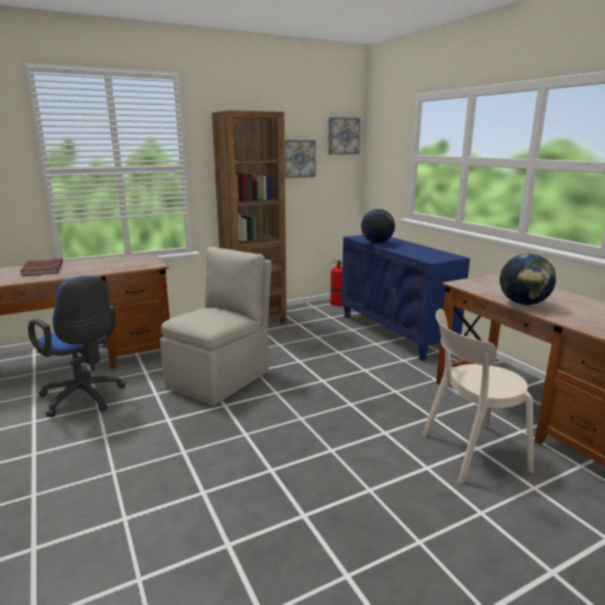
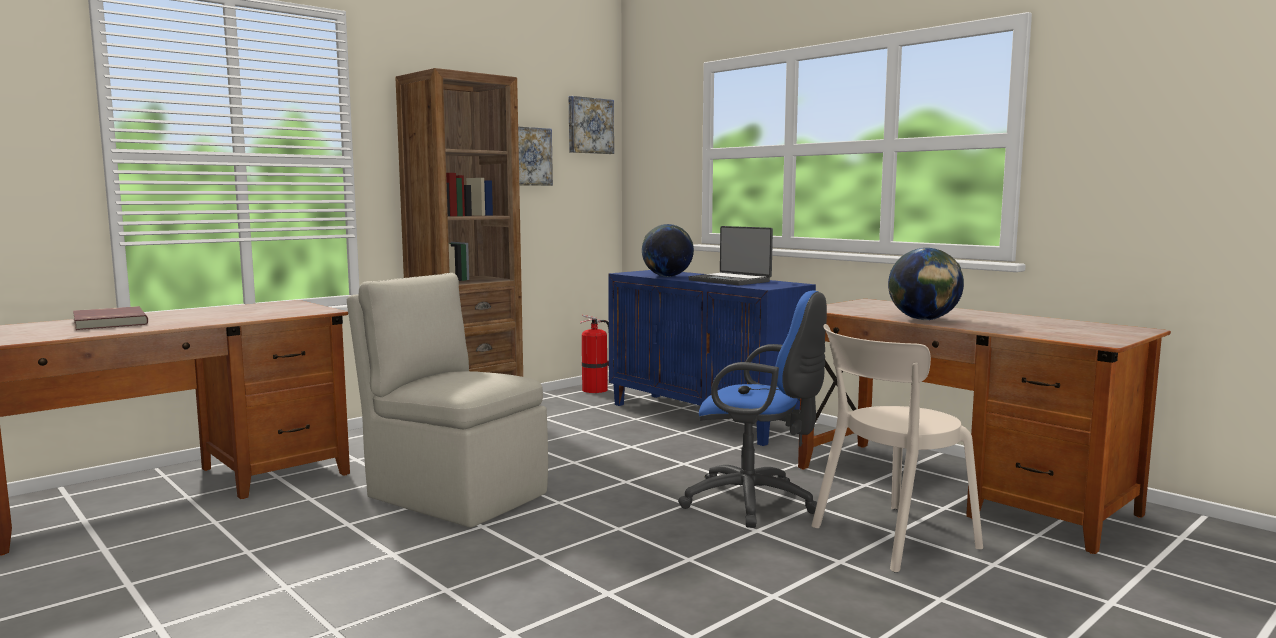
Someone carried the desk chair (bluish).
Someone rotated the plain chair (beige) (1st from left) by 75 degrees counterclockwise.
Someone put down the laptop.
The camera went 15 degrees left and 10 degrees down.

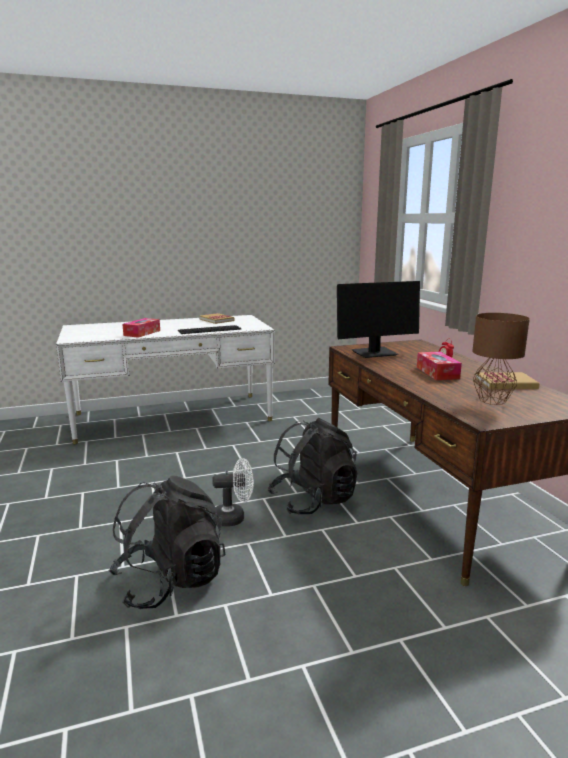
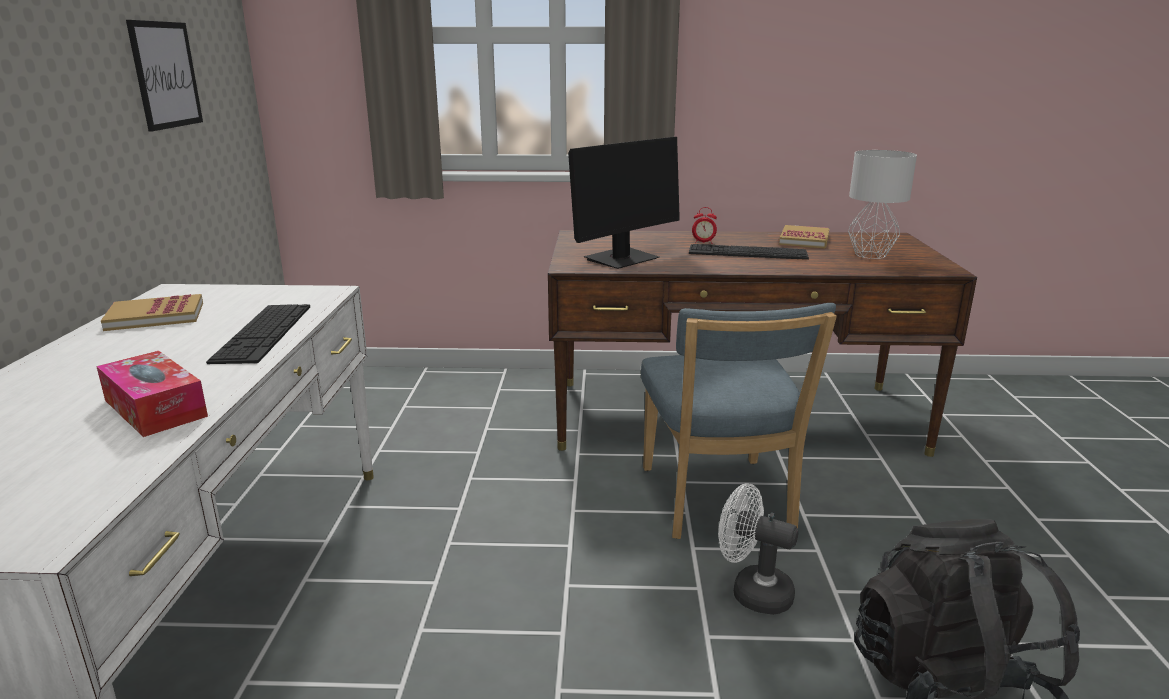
Someone rotated the cooling fan (white-coloured) by 75 degrees counterclockwise.
Someone swapped the rucksack (blackish) (2nd from left) for the plain chair (bluish).
Someone rotated the computer screen by 45 degrees clockwise.
Someone swapped the tissue holder (2nd from left) for the keyboard (2nd from left).
Someone repainted the lamp for a table (brown), which became the lamp for a table (grey).
Someone put up the wall picture.
The camera went 70 degrees left and 5 degrees up.

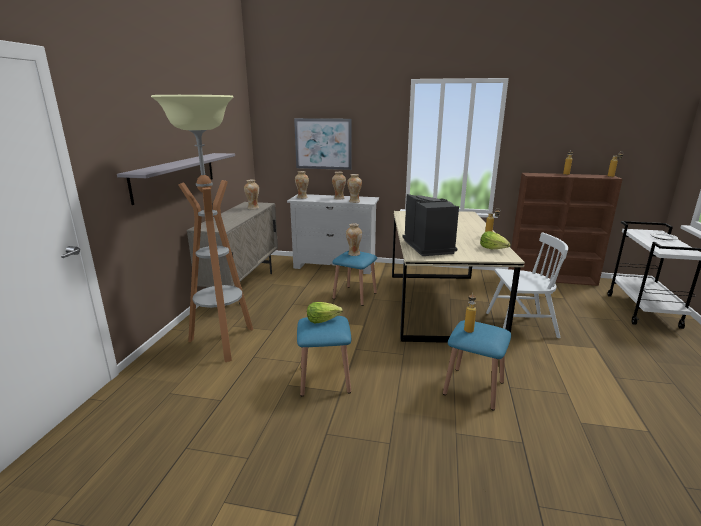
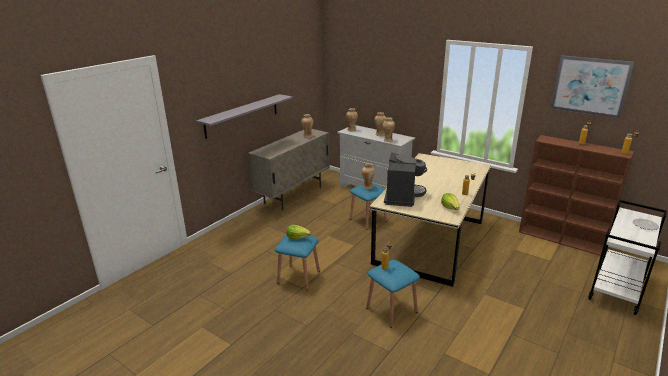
Someone took away the standing lamp.
Someone carried the wall picture.
Someone took away the plain chair (white-coloured).
The camera went 25 degrees right and 5 degrees up.

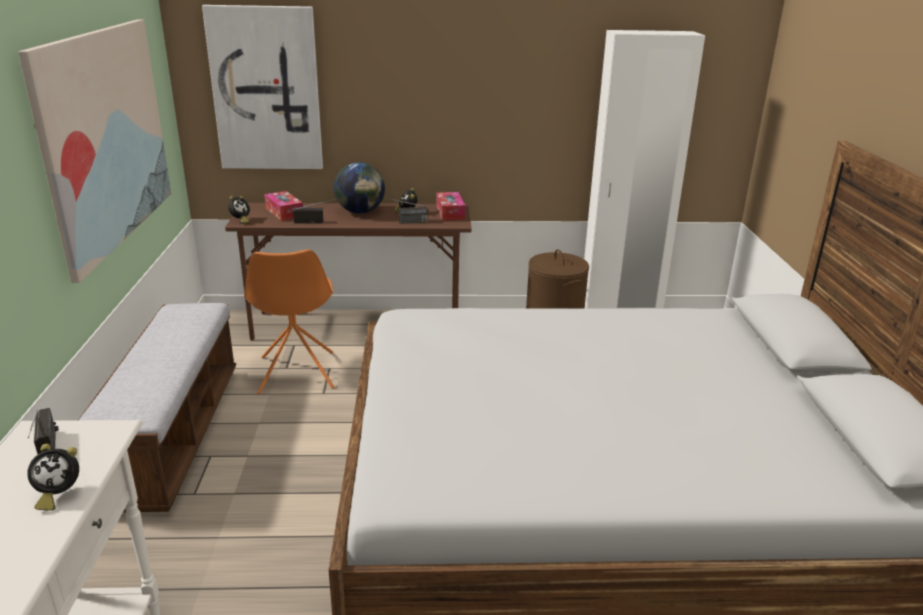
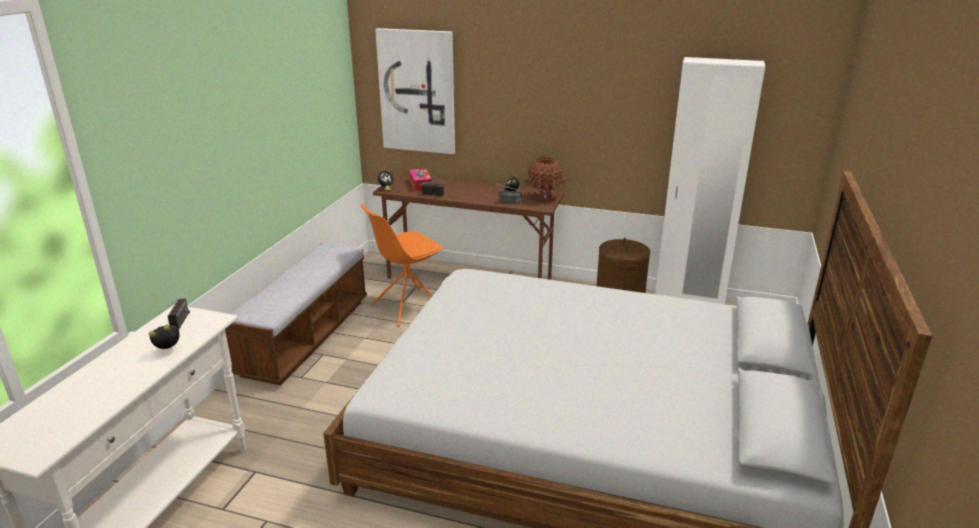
Someone took away the wall picture (1st from left).
Someone rotated the bedside clock (1st from left) by 150 degrees clockwise.
Someone rotated the plain chair (orange-coloured) by 45 degrees clockwise.
Someone took away the desk globe.
Someone swapped the tissue holder (2nd from left) for the flower vase (brown).
The camera went 20 degrees right and 0 degrees up.

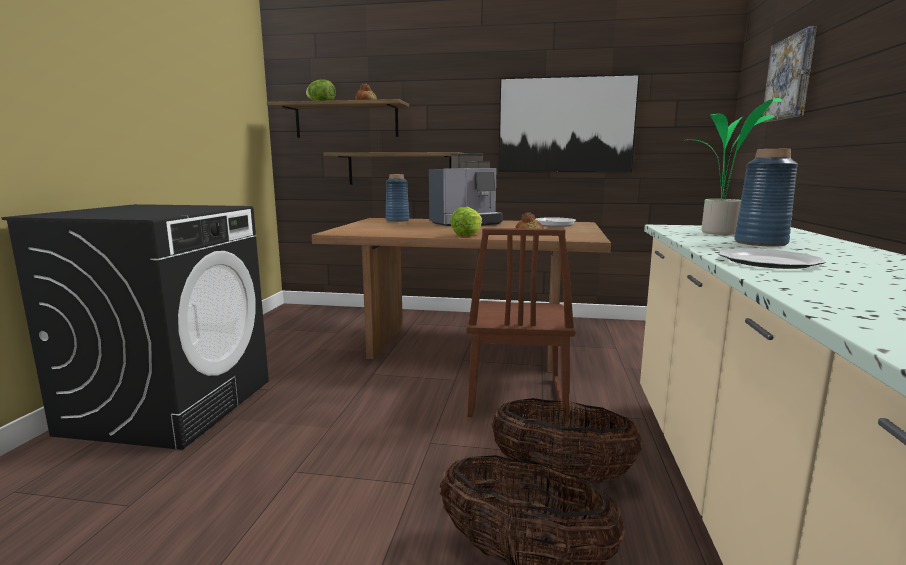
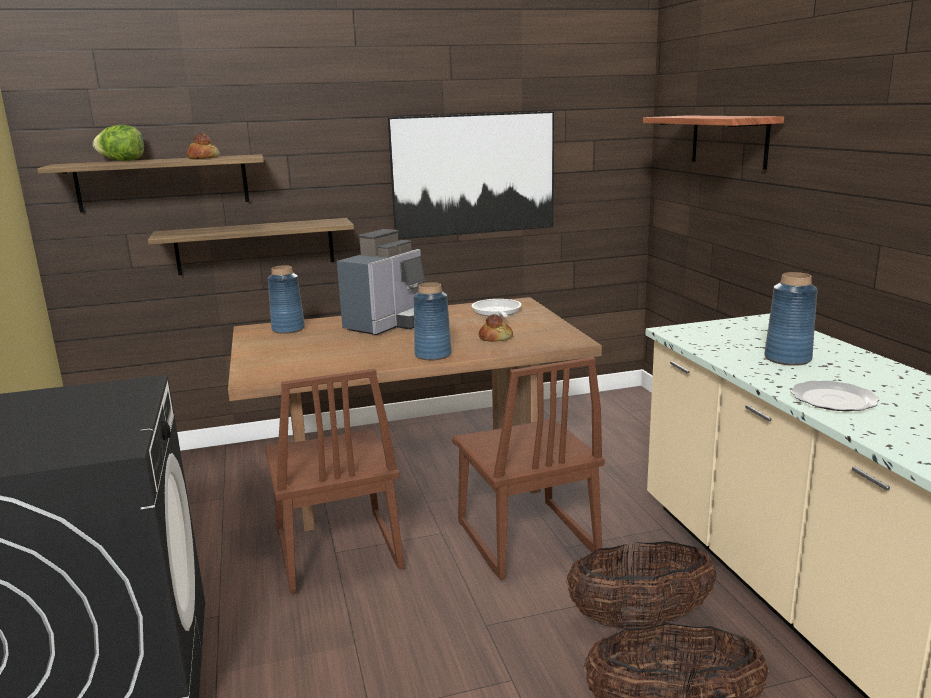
Someone swapped the lettuce (2nd from left) for the flower vase (bluish) (2nd from left).
Someone took away the houseplant.
Someone swapped the wall picture (2nd from left) for the shelf (3rd from left).
Someone put down the plain chair (brown) (1st from left).
The camera went 25 degrees left and 5 degrees up.

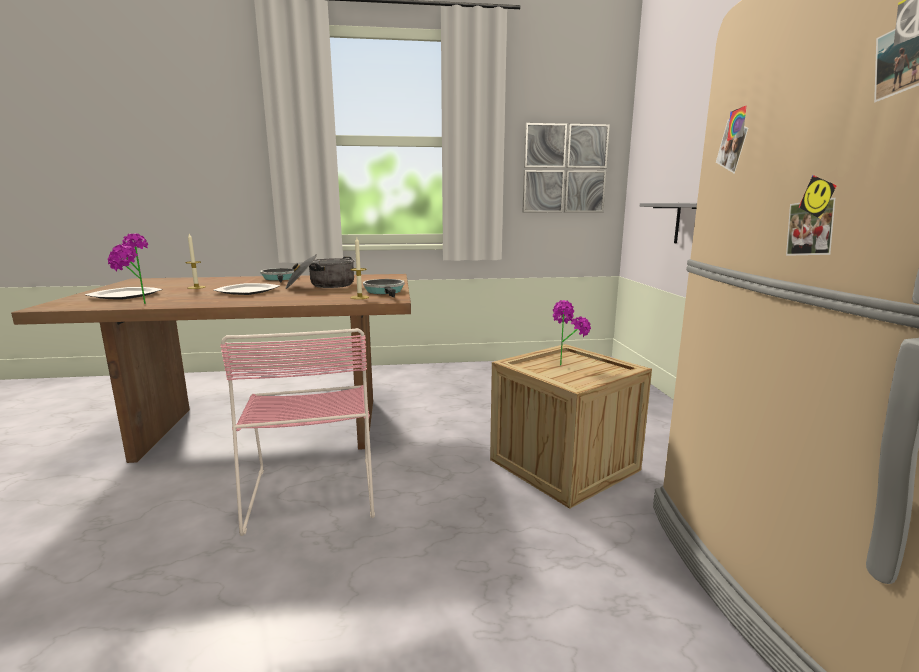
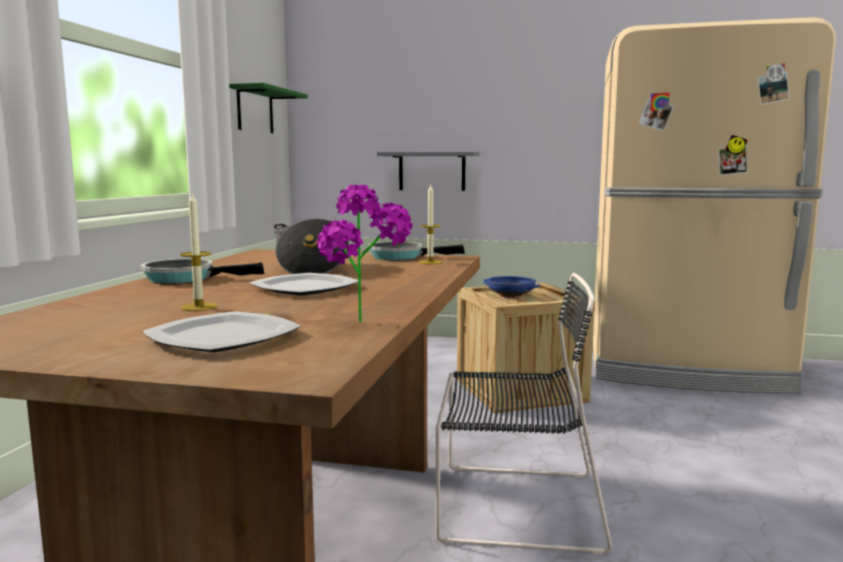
Someone repainted the plain chair (pink-coloured), which became the plain chair (blackish).
Someone swapped the wall picture for the shelf (green-coloured).
Someone swapped the houseplant (2nd from left) for the serving bowl (bluish).
The camera went 70 degrees left and 5 degrees down.

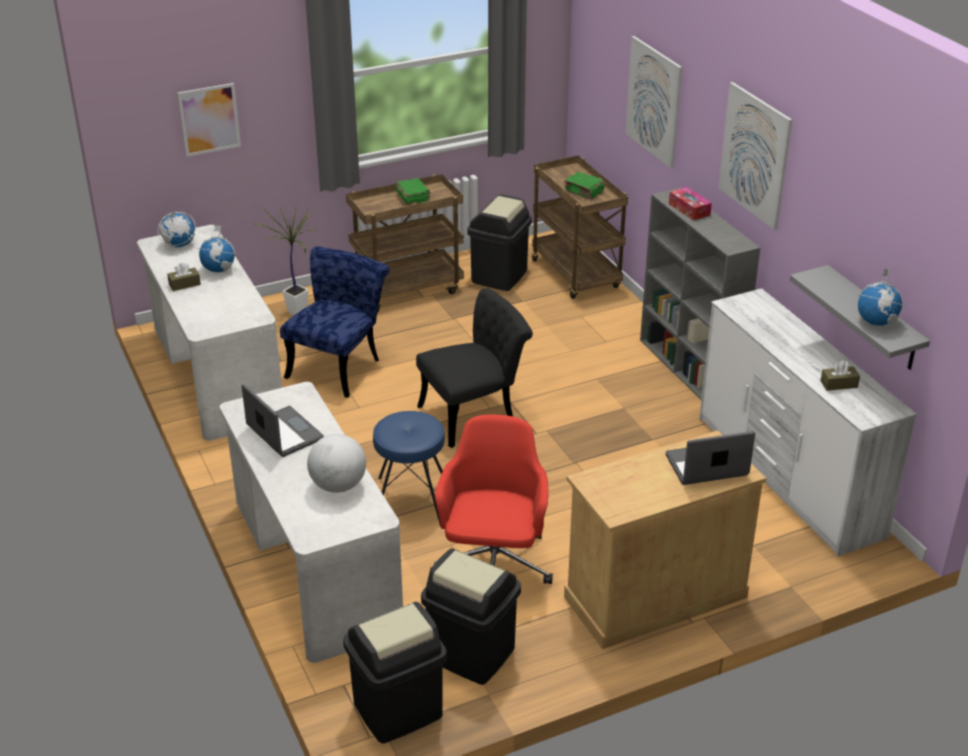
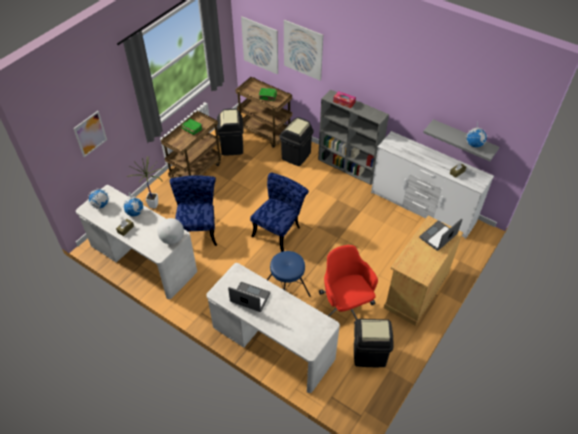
Someone carried the desk globe (3rd from left).
Someone carried the trash can (blackish) (1st from left in the first image).
Someone repainted the plain chair (blackish), which became the plain chair (bluish) (2nd from left).
Someone carried the wall picture (3rd from left in the first image).
The camera went 30 degrees left and 15 degrees up.

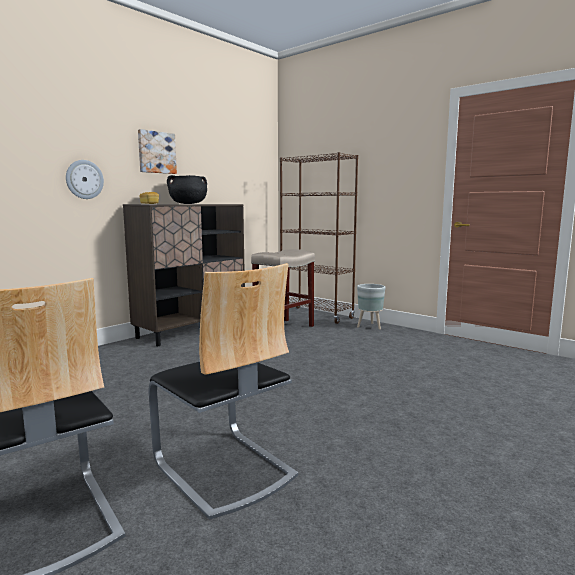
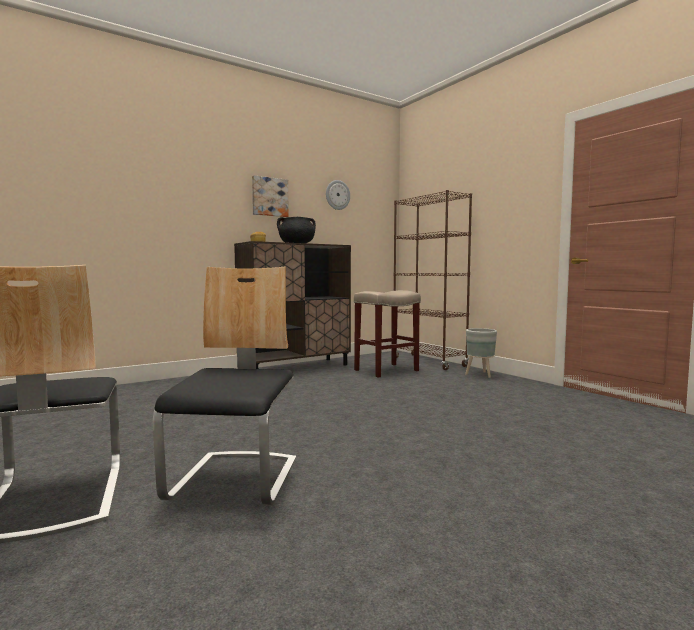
Someone carried the clock on the wall.
Someone rotated the plain chair (2nd from left) by 150 degrees counterclockwise.
The camera went 15 degrees right and 5 degrees down.

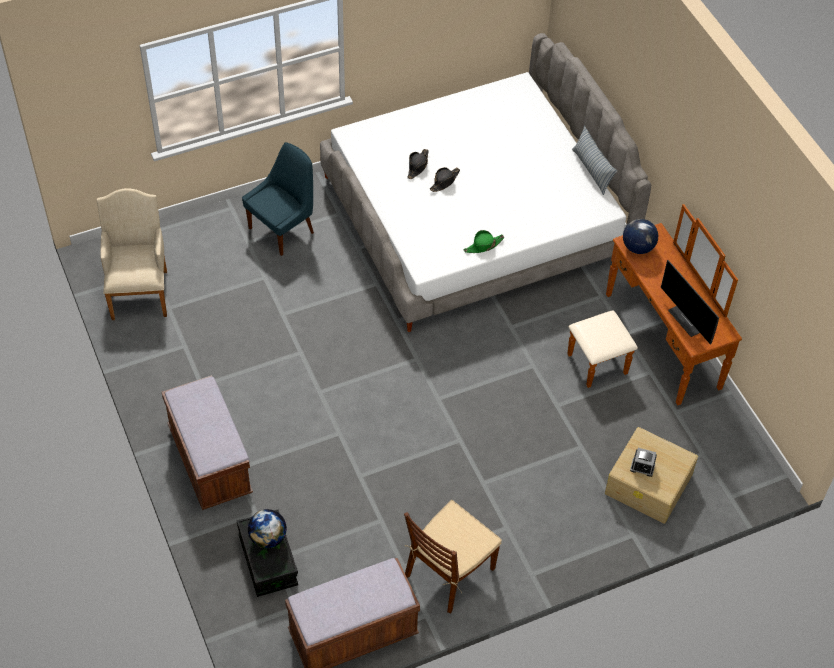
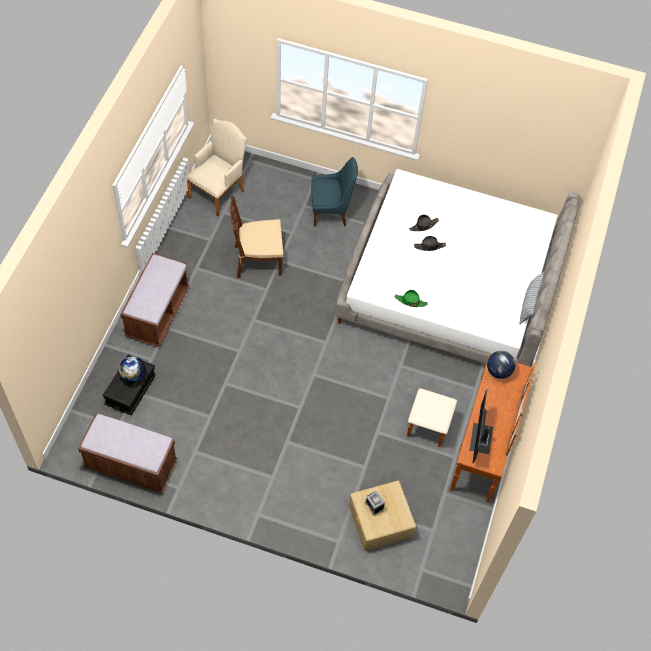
Someone carried the plain chair (brown).
The camera went 40 degrees right and 5 degrees up.

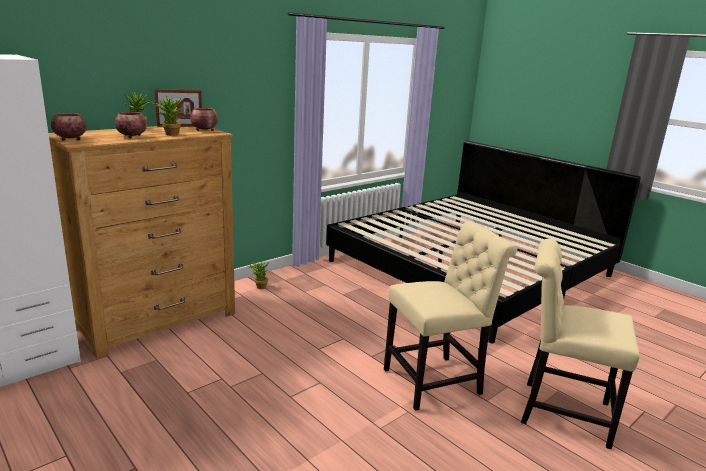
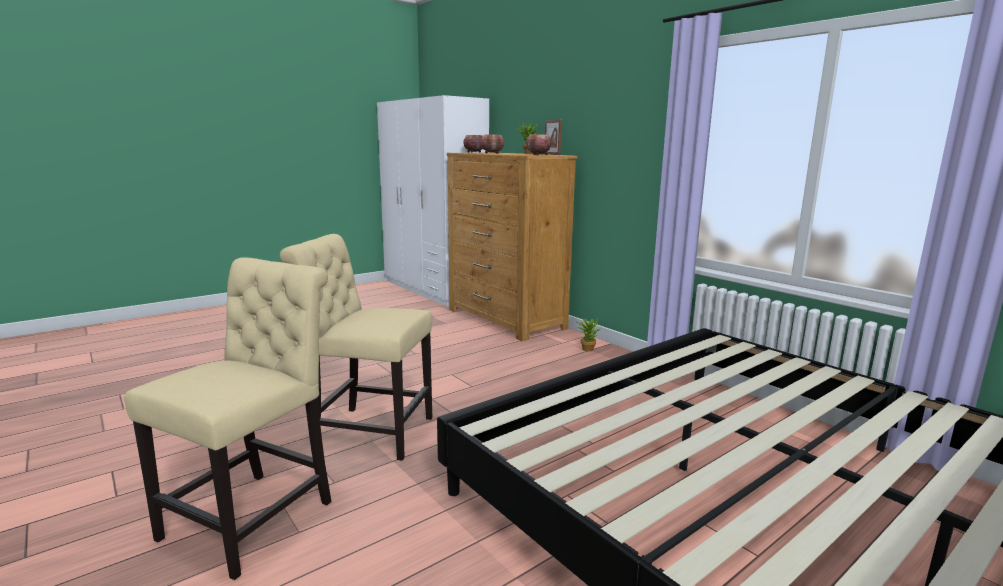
Someone took away the houseplant (2nd from left).
Someone rotated the plain chair (beige) (1st from left in the first image) by 120 degrees clockwise.
The camera went 95 degrees right and 5 degrees down.

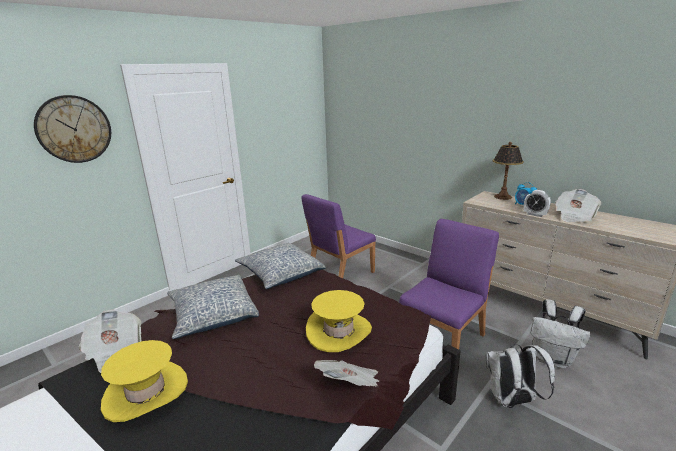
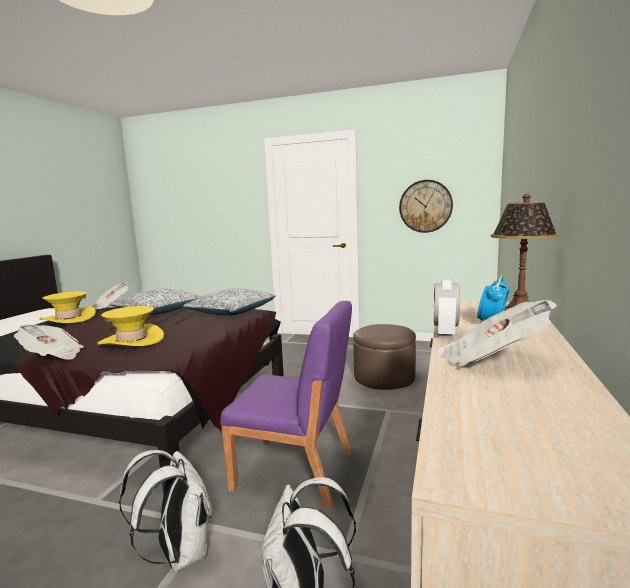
Someone carried the clock on the wall.
Someone swapped the plain chair (purplish) (1st from left) for the pouffe (brown).
The camera went 65 degrees right and 10 degrees down.

